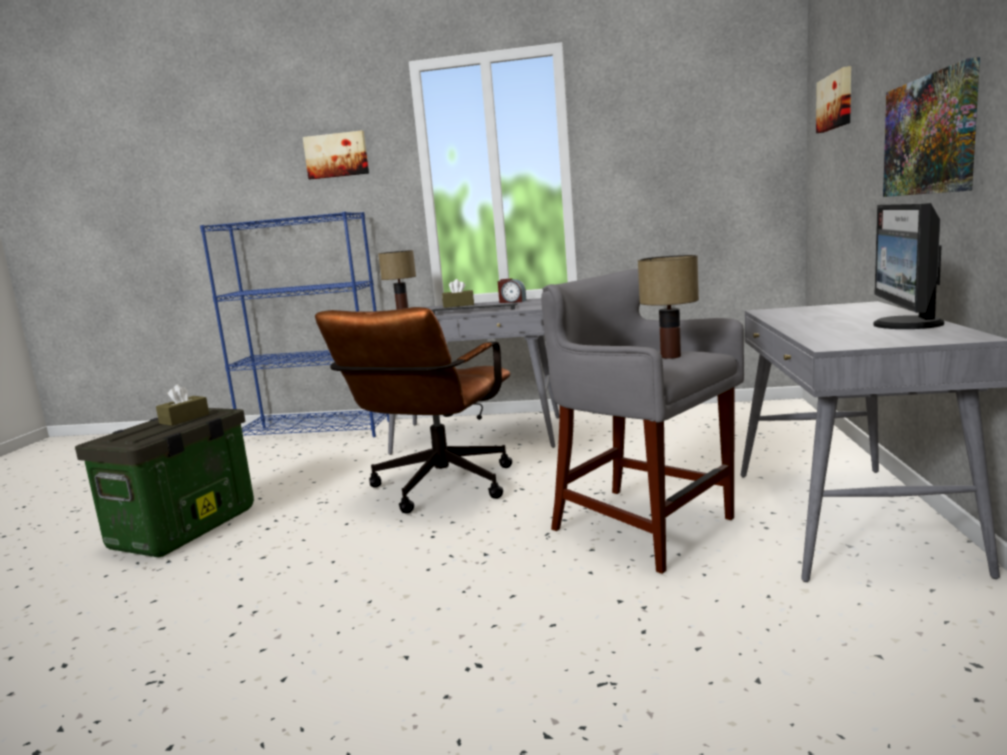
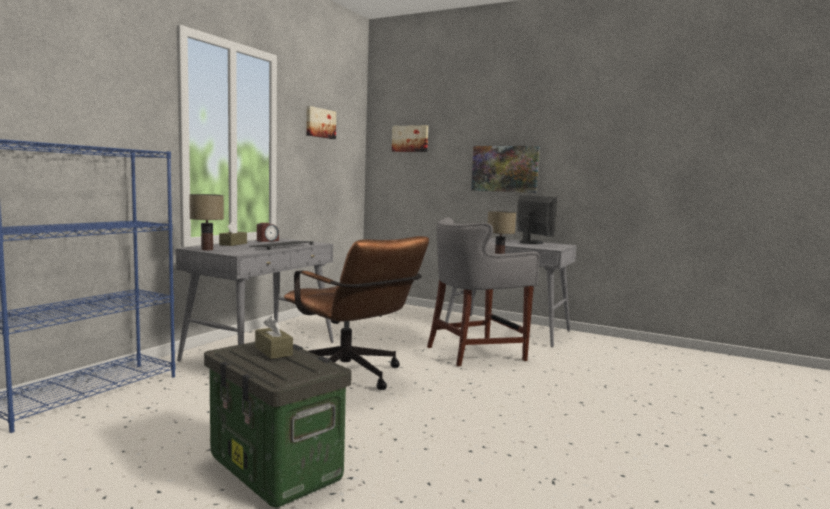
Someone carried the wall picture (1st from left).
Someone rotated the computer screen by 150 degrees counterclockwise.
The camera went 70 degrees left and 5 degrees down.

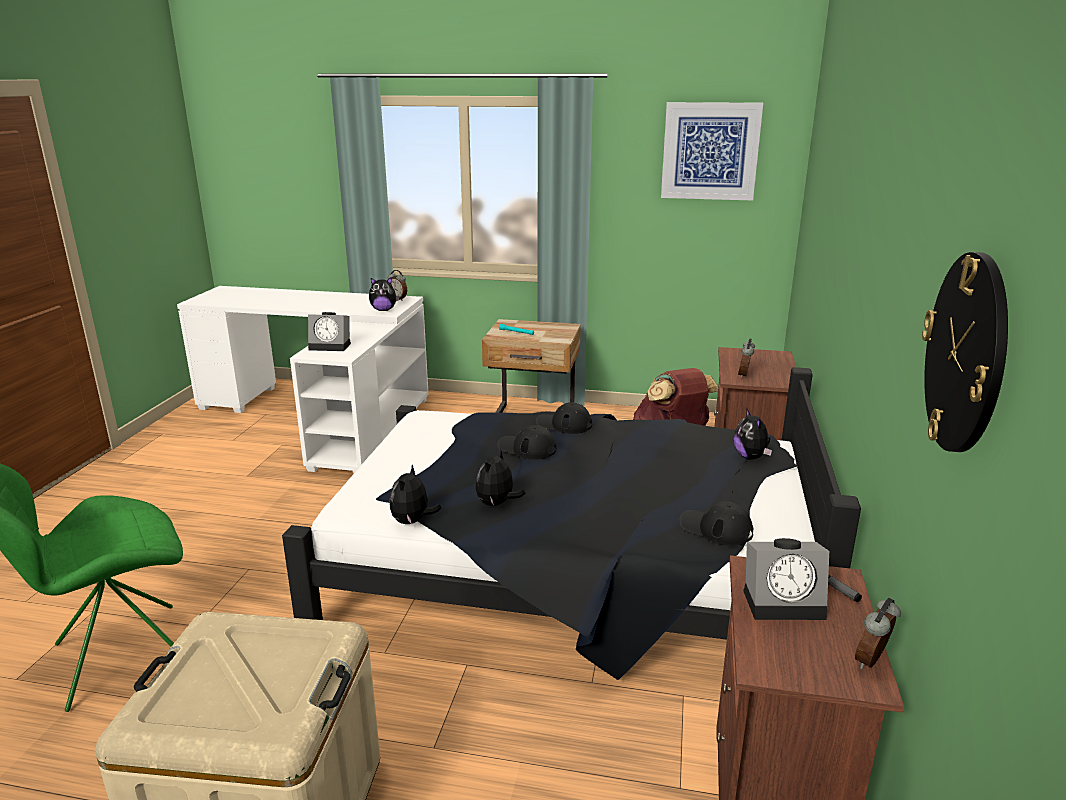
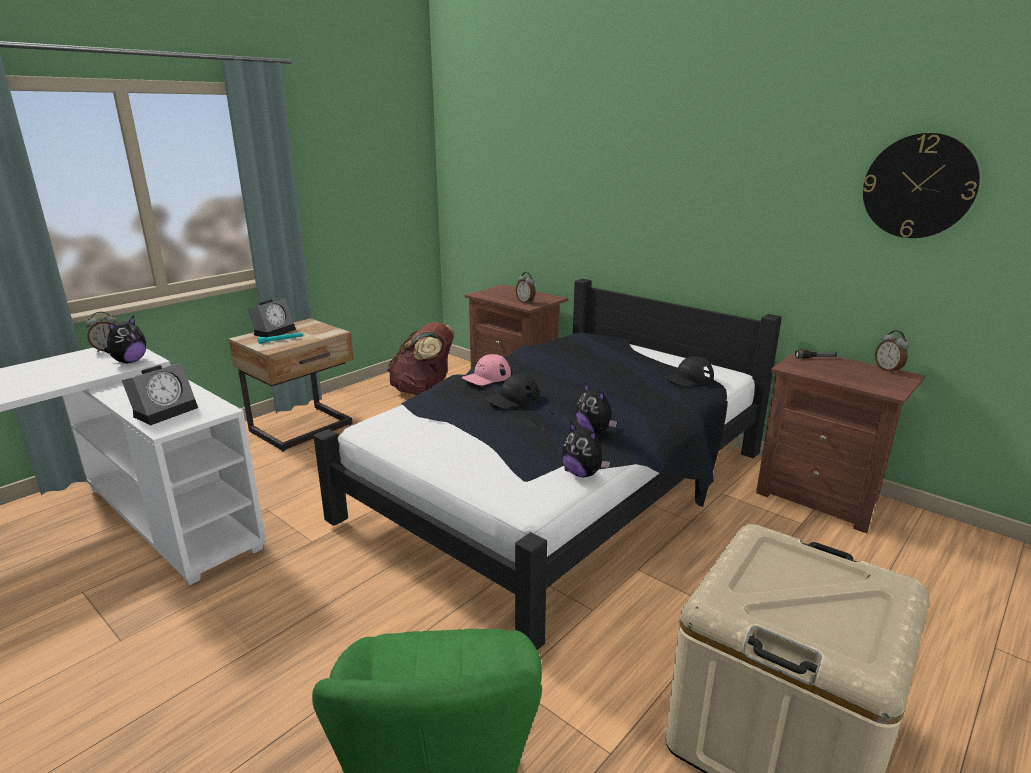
Someone repainted the peaked cap (blackish) (2nd from left), which became the peaked cap (pink-coloured).
Someone took away the wall picture.
Someone took away the plush toy (4th from left).
Someone carried the bedside clock (4th from left in the first image).
The camera went 60 degrees left and 0 degrees up.

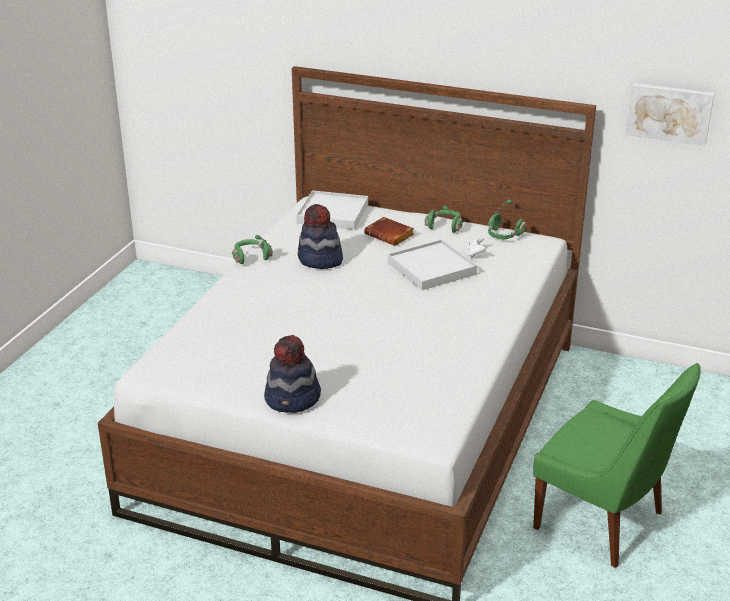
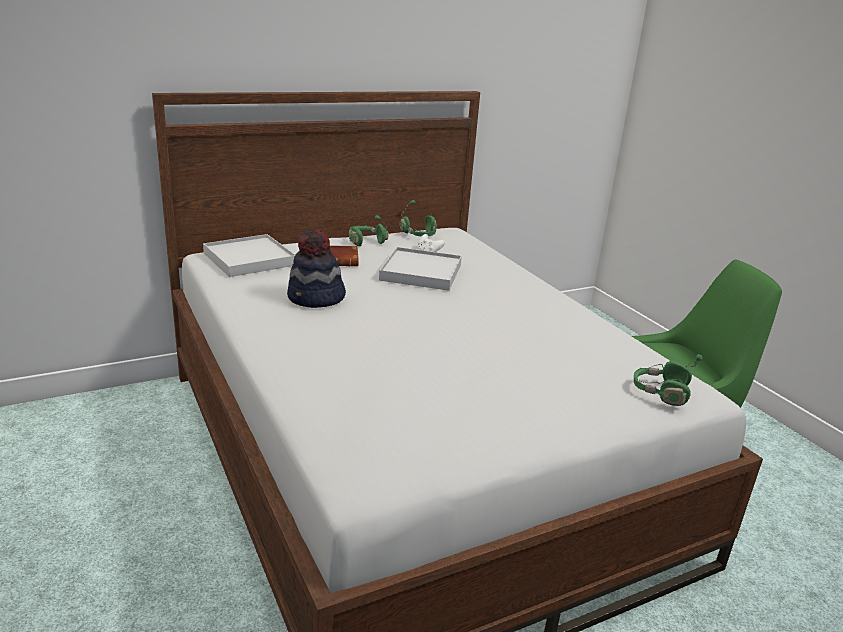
Someone carried the pair of headphones (green-coloured) (1st from left in the first image).
Someone took away the clothing hat (1st from left).
Someone took away the wall picture.
The camera went 50 degrees left and 5 degrees down.

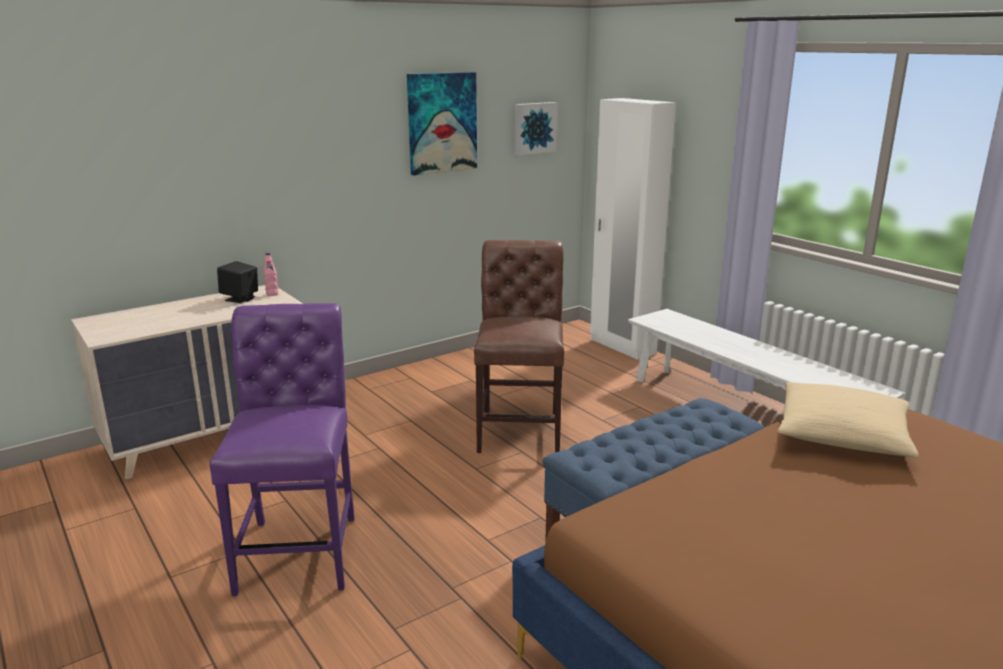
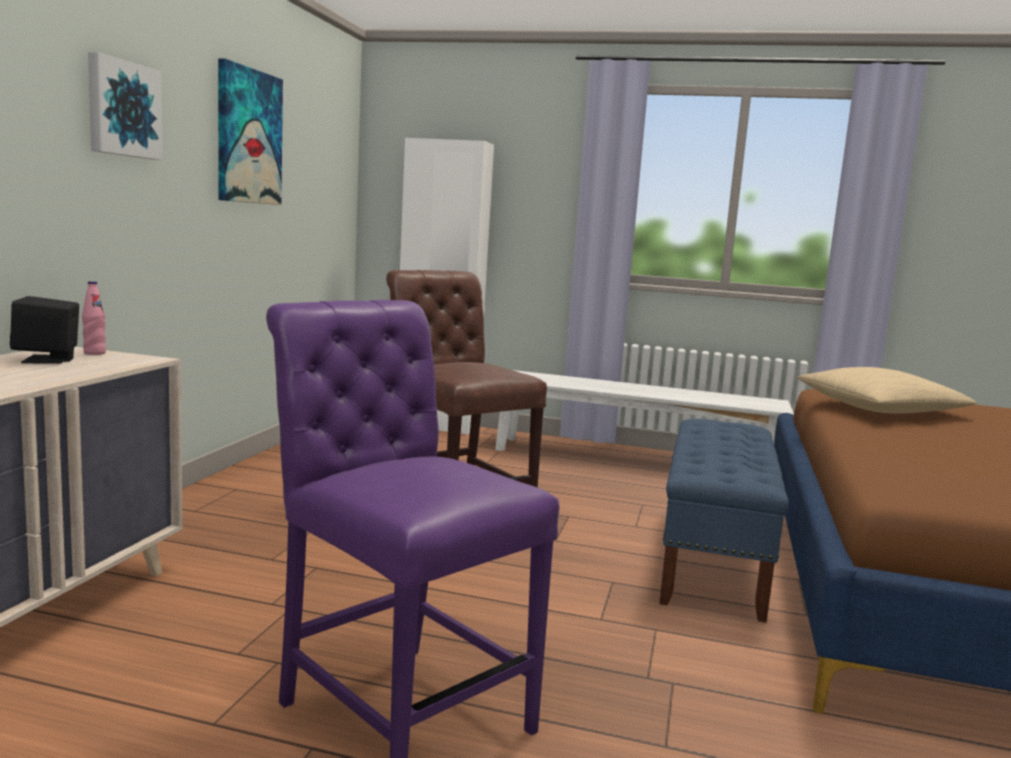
Someone carried the wall picture (2nd from left in the first image).
The camera went 40 degrees left and 10 degrees down.

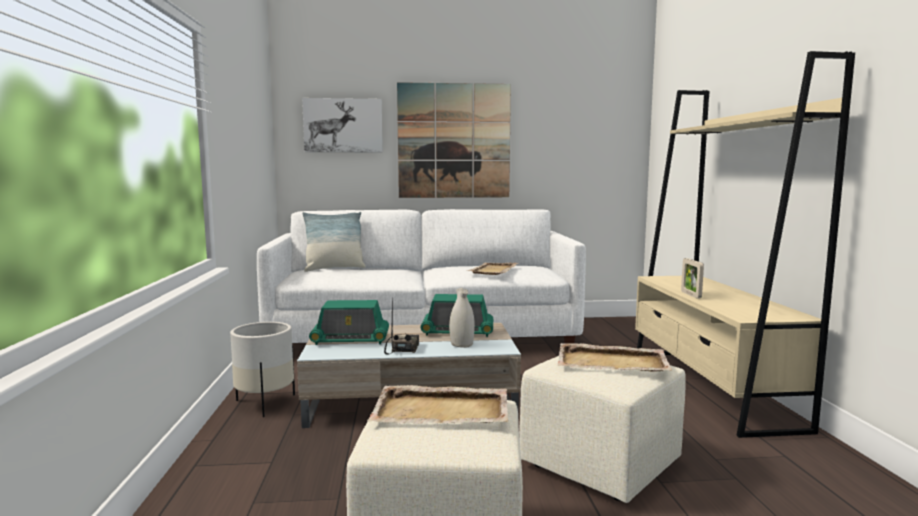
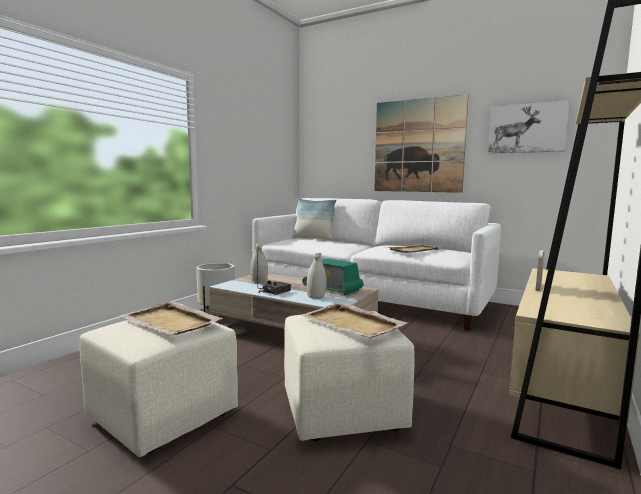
Someone carried the wall picture (1st from left in the first image).
Someone swapped the radio set (1st from left) for the flower vase (white-coloured) (1st from left).
The camera went 35 degrees right and 0 degrees up.

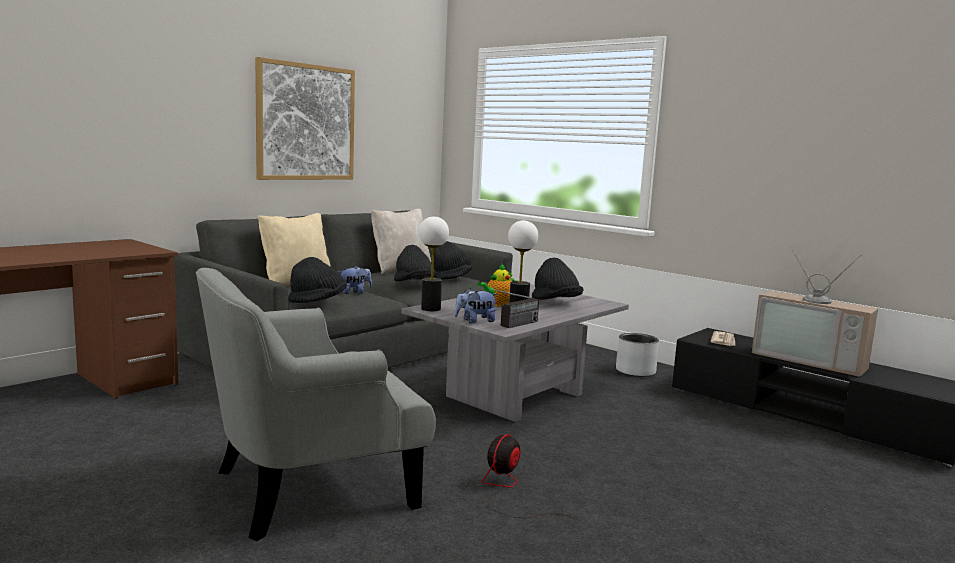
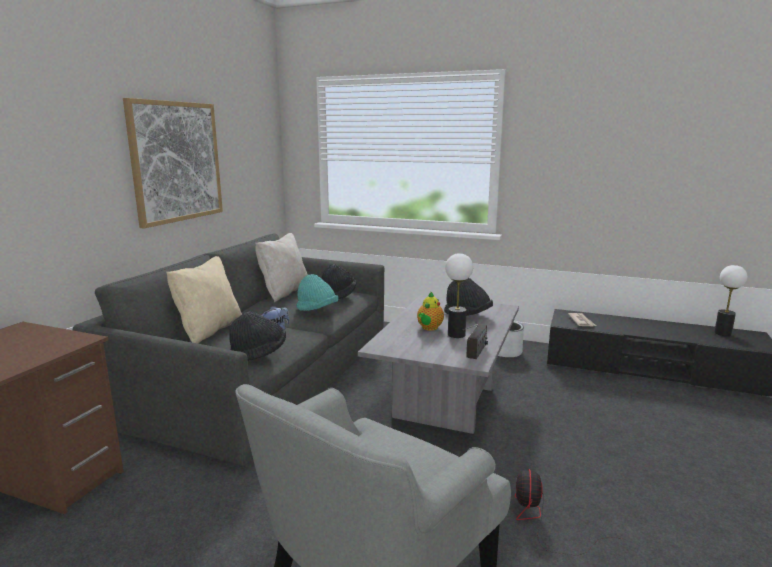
Someone repainted the clothing hat (blackish) (2nd from left), which became the clothing hat (turquoise).
Someone carried the lamp for a table (1st from left in the first image).
Someone took away the plush toy (2nd from left).
Someone took away the television.
The camera went 20 degrees left and 5 degrees up.

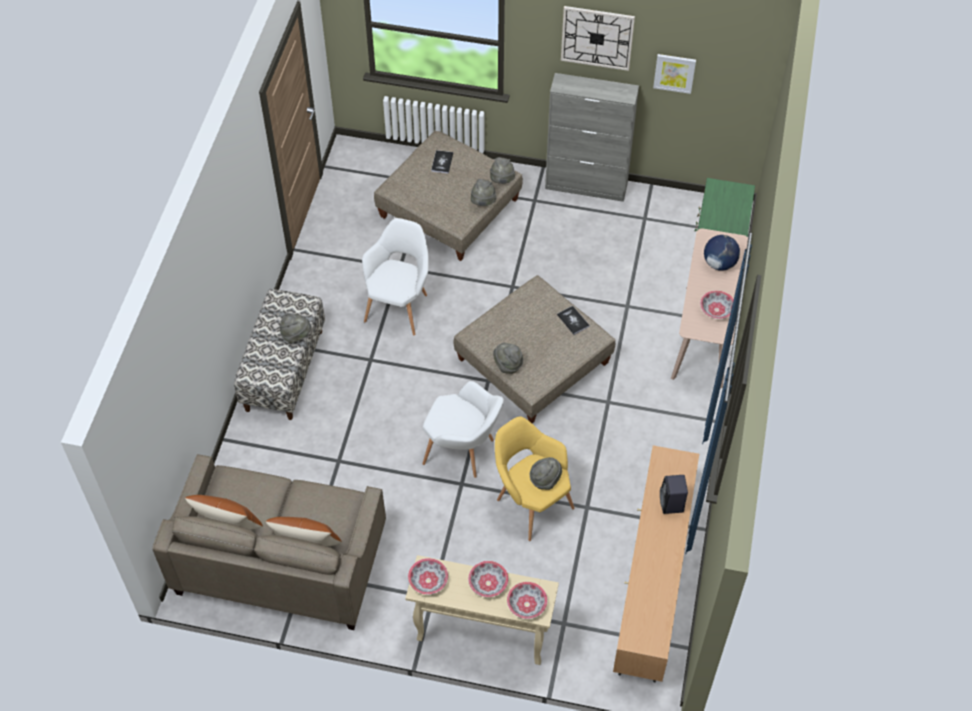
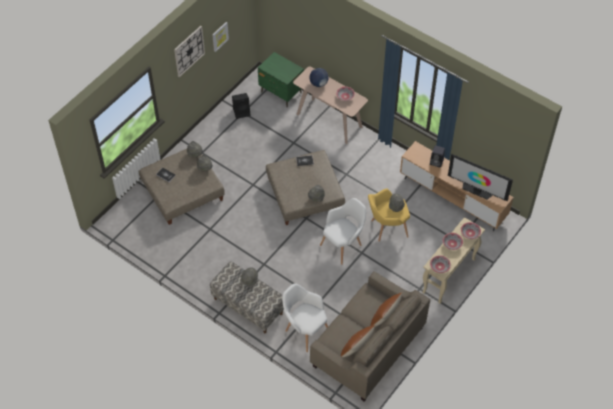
Someone carried the lounge chair (white-coloured) (1st from left).
Someone took away the cabinet (grey).
Someone put down the audio speaker (blackish) (1st from left).
Someone put down the television.
The camera went 65 degrees left and 0 degrees up.

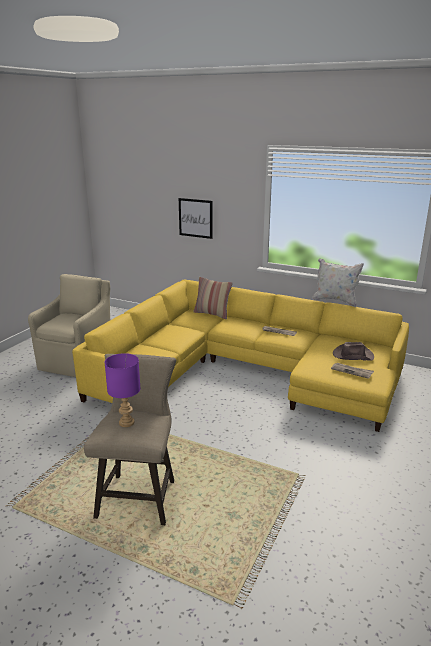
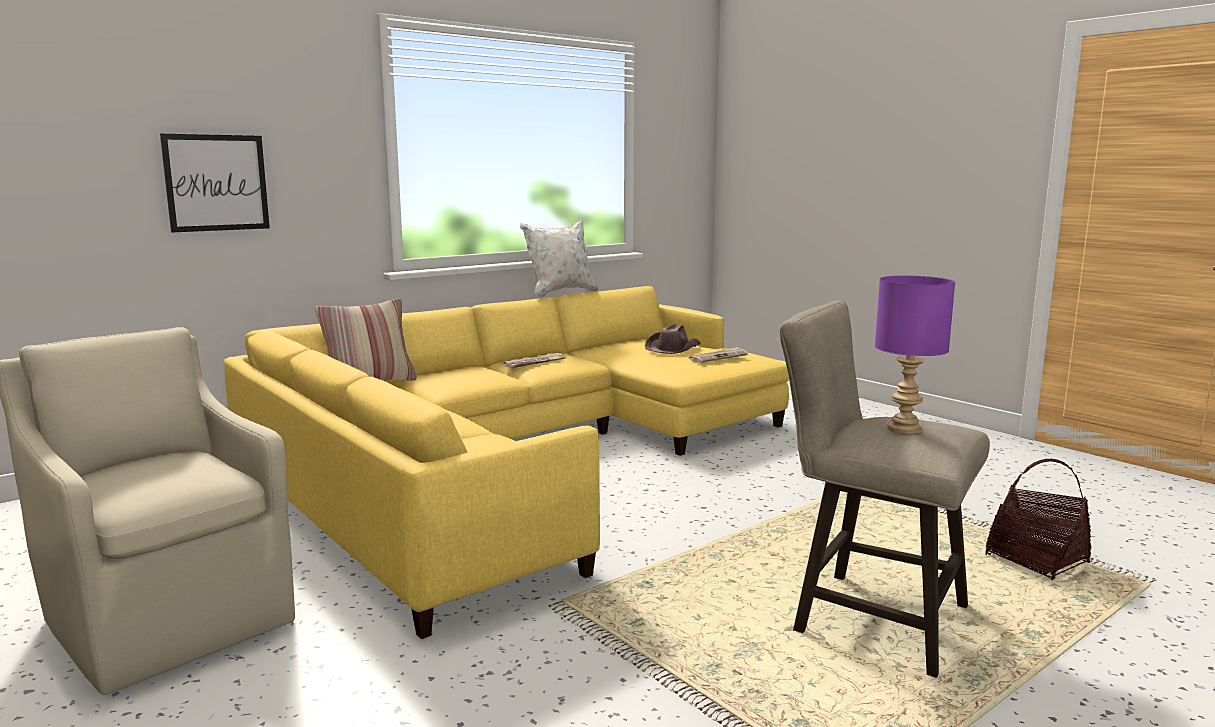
Someone put down the storage basket.
The camera went 65 degrees left and 10 degrees down.

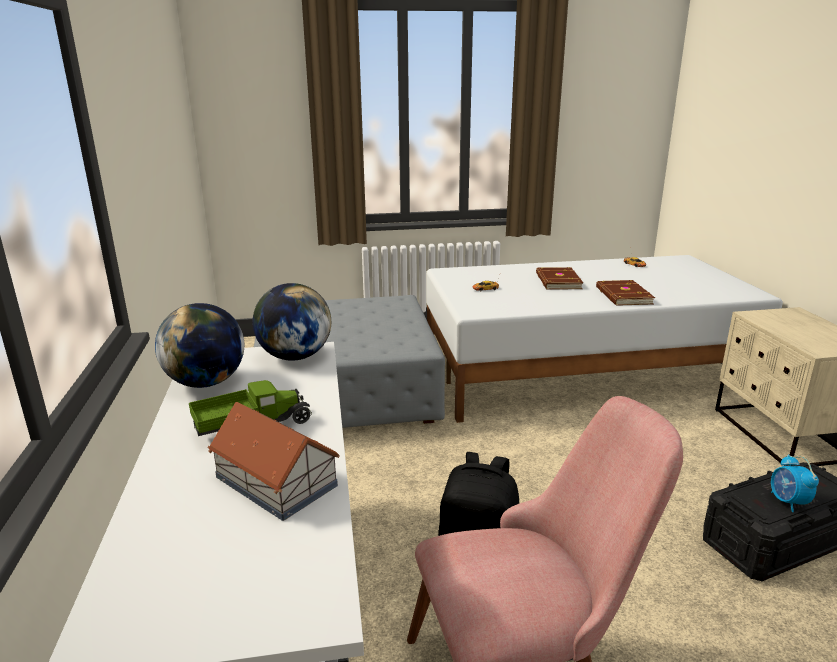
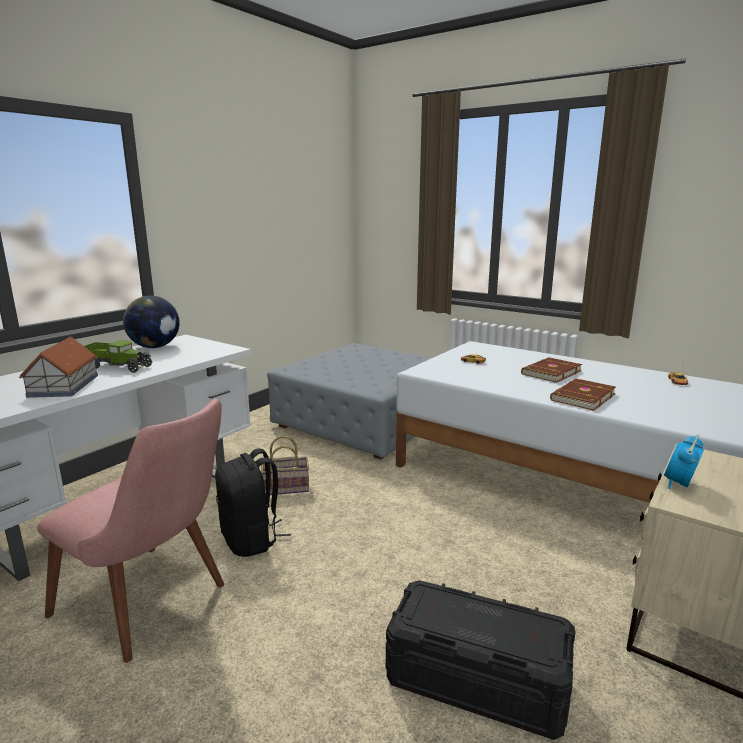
Someone took away the desk globe (2nd from left).
Someone carried the bedside clock.
Someone put down the storage basket.
The camera went 45 degrees right and 5 degrees down.

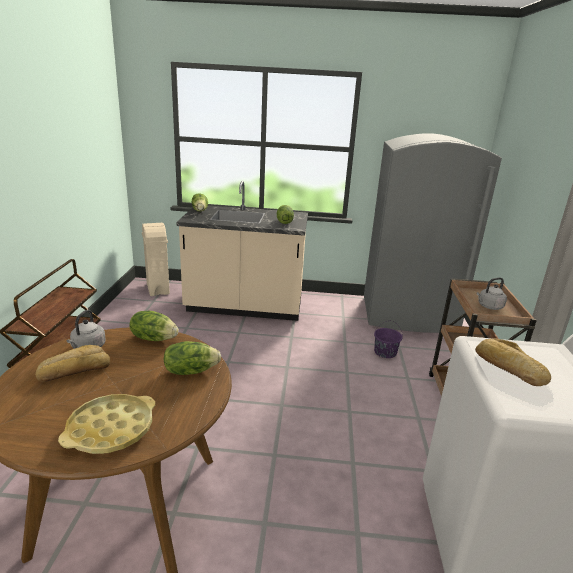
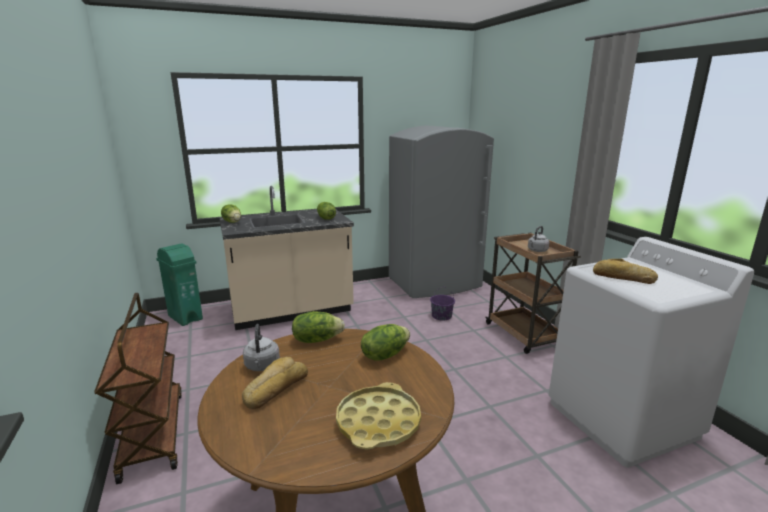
Someone repainted the trash can (beige), which became the trash can (green-coloured).
The camera went 25 degrees left and 5 degrees down.

